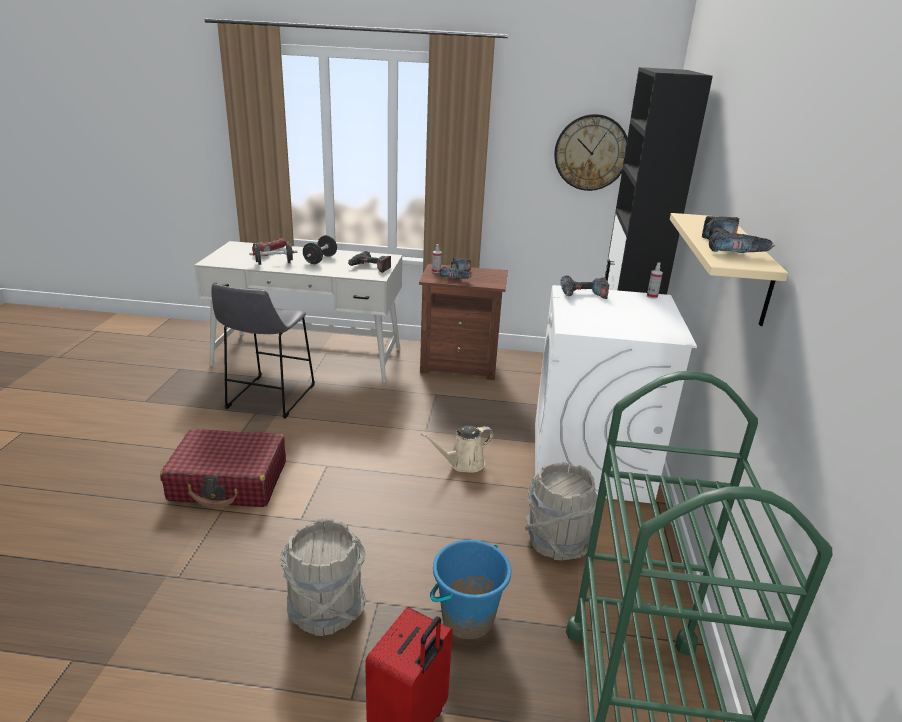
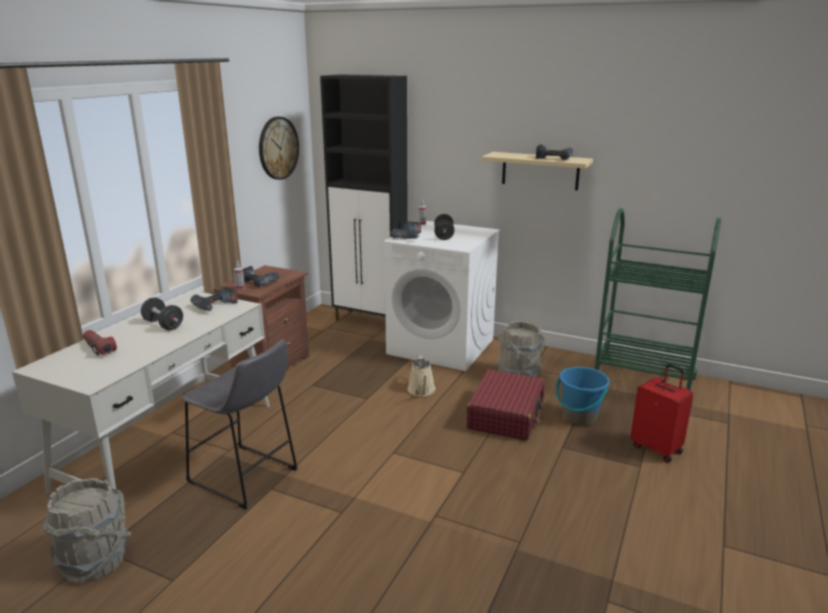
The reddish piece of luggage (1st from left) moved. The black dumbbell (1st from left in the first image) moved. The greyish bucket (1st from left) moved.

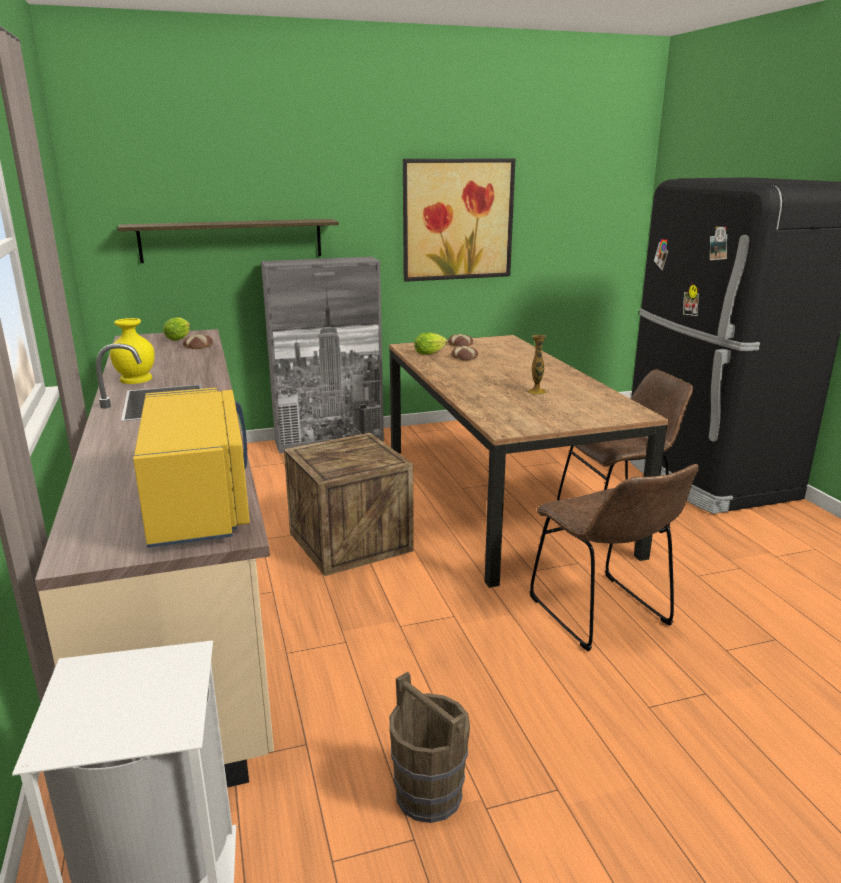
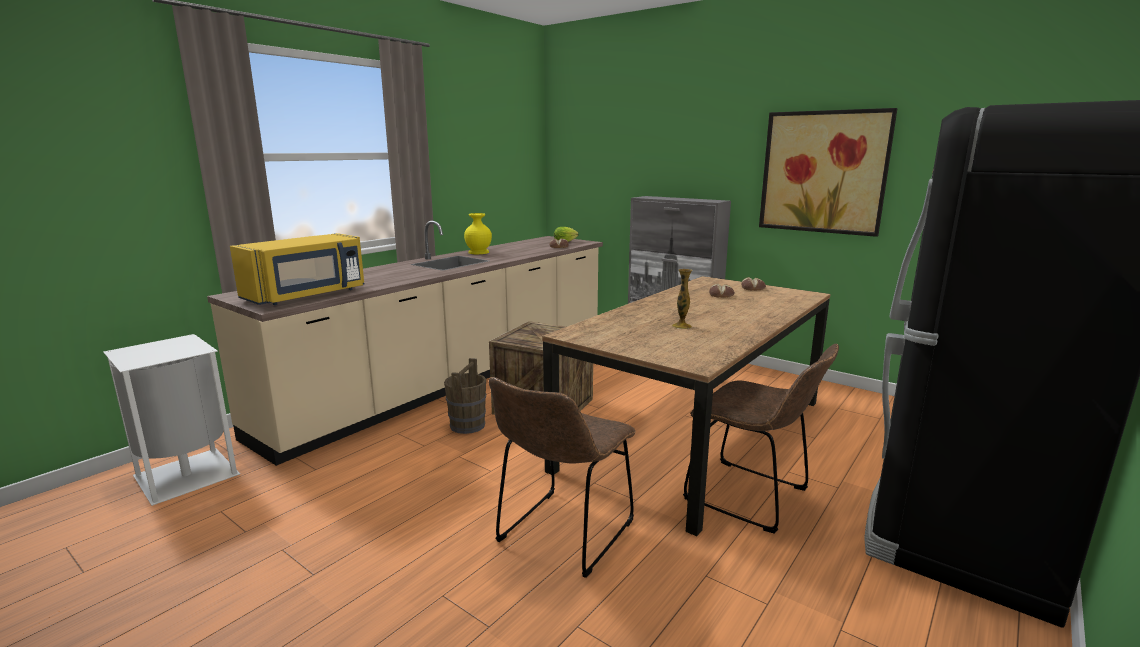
The shelf disappeared. The brown-coloured bucket moved. The lettuce head (2nd from left) disappeared.

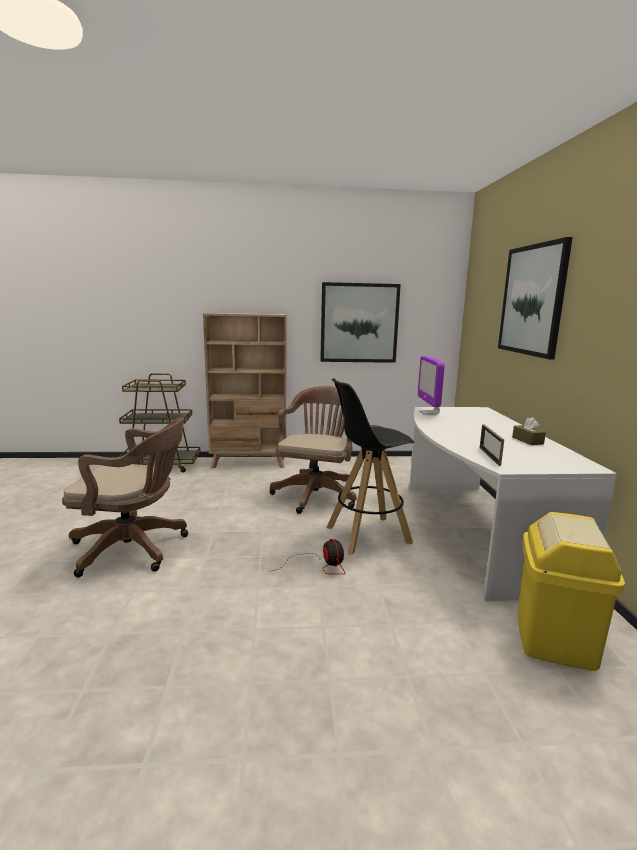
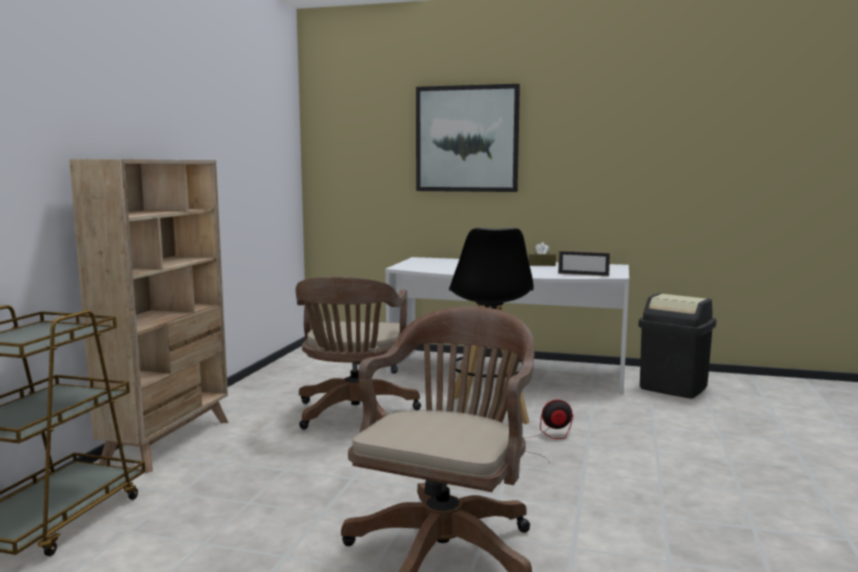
The brown-coloured computer chair (2nd from left in the first image) turned 120 degrees counterclockwise. The wall picture (1st from left) disappeared. The monitor disappeared. The yellowish rubbish bin became the black rubbish bin.

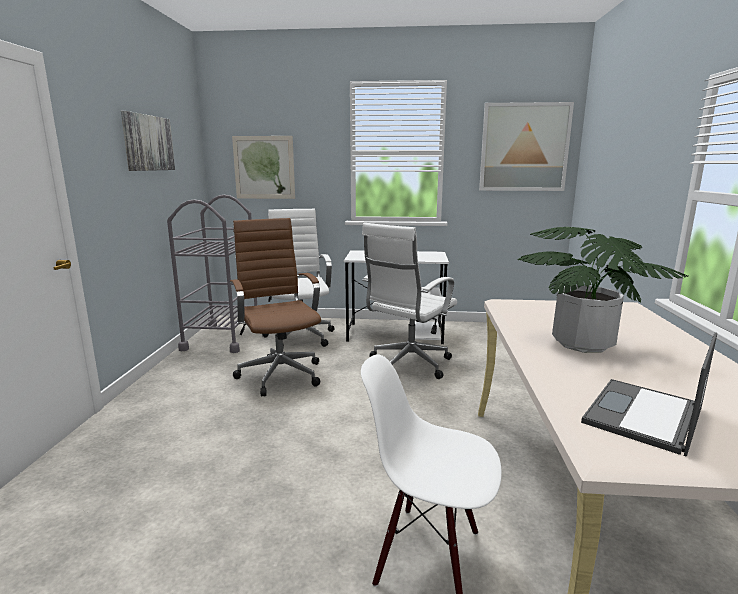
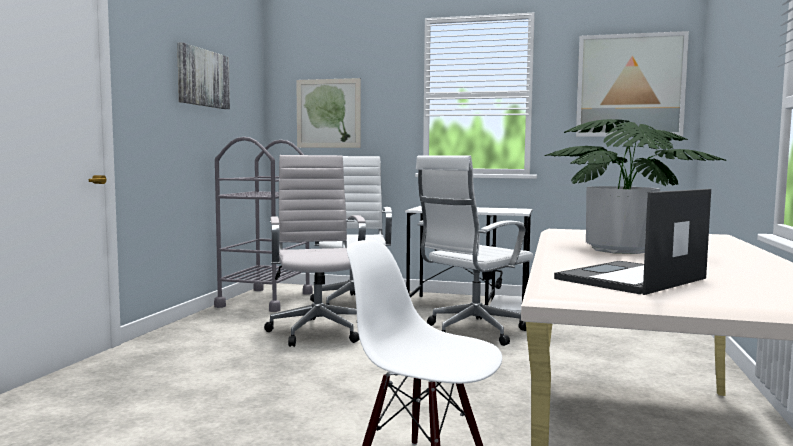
The brown-coloured computer chair became the white computer chair (1st from left).

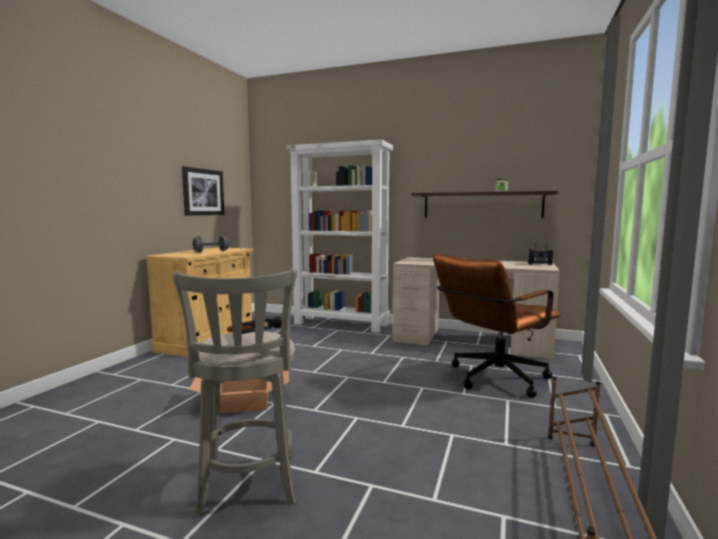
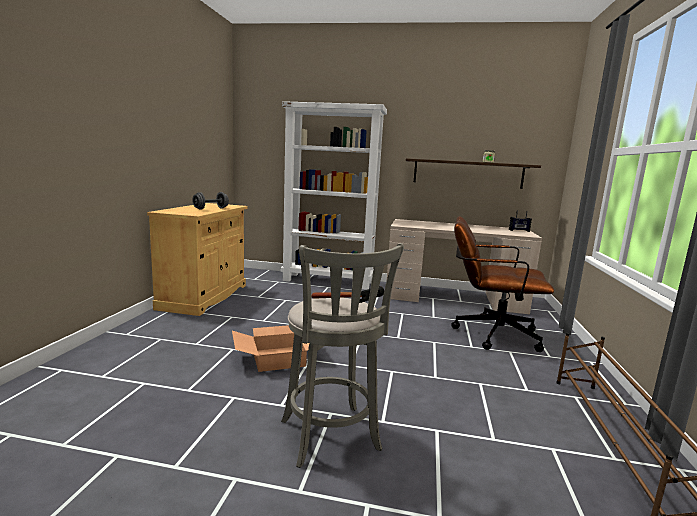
The wall picture disappeared. The brown-coloured computer chair turned 60 degrees clockwise.

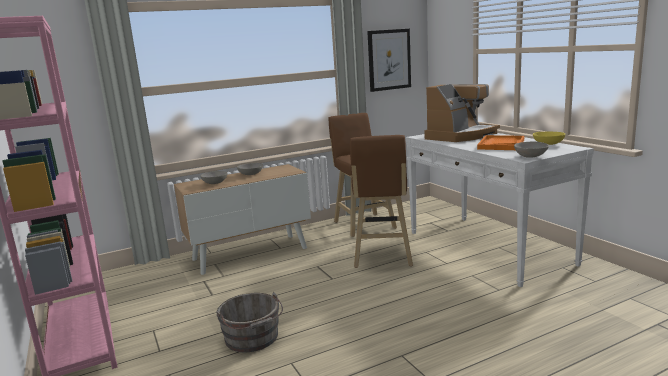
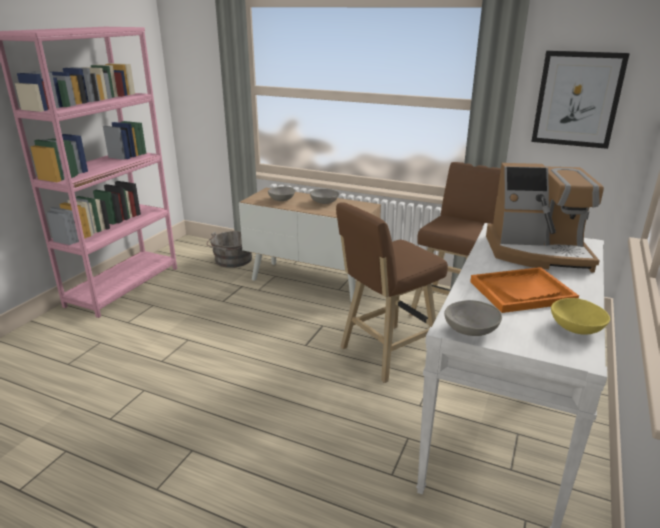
The greyish bucket moved.

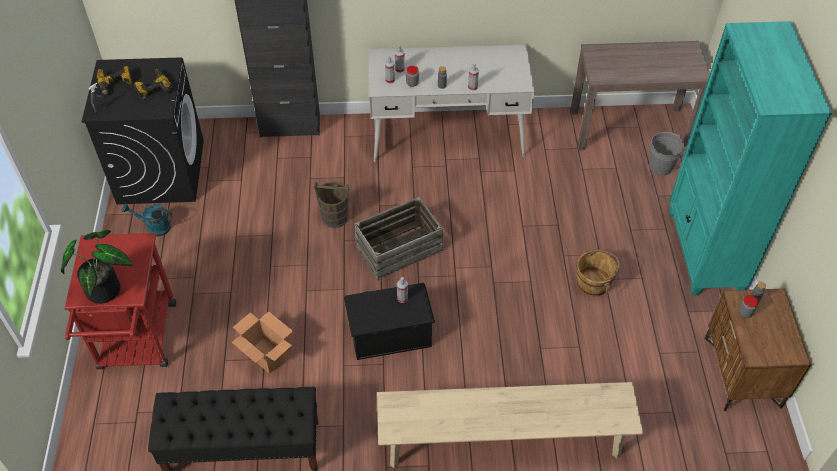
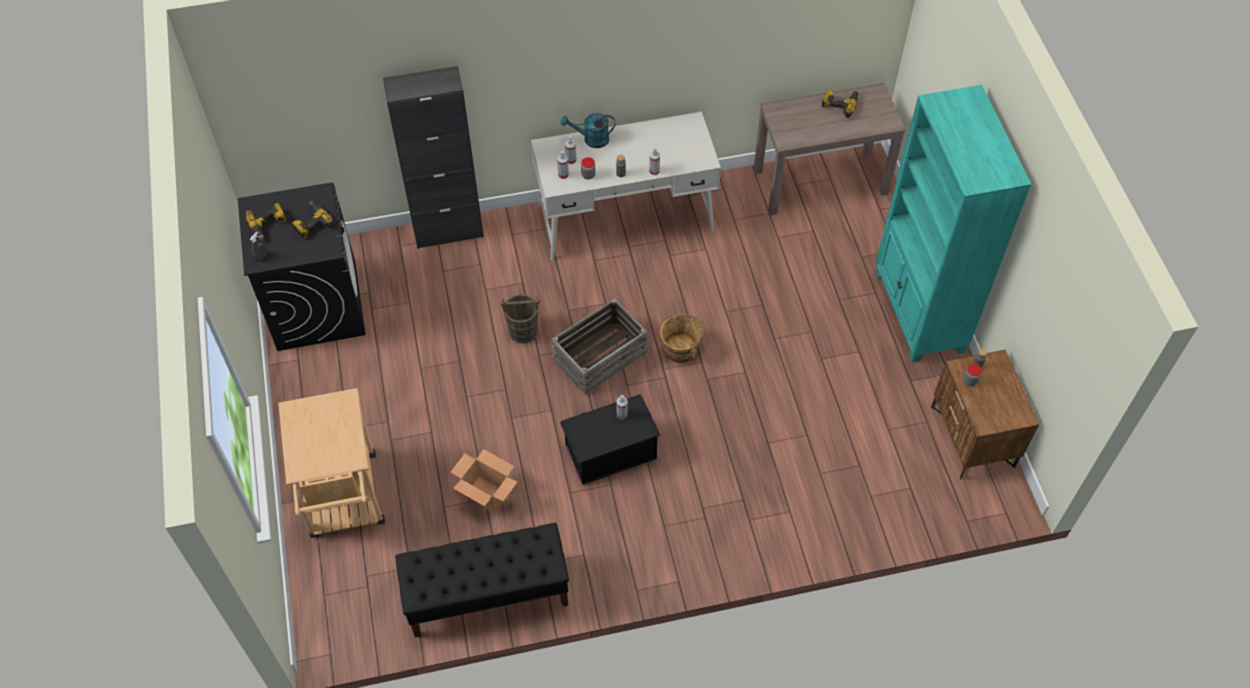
The plant in a pot disappeared. The reddish trolley became the sand-coloured trolley. The turquoise-coloured watering can moved. The sand-coloured long seat disappeared. The brown-coloured bucket (2nd from left) moved. The greyish bucket disappeared. The drill (3rd from left) appeared.

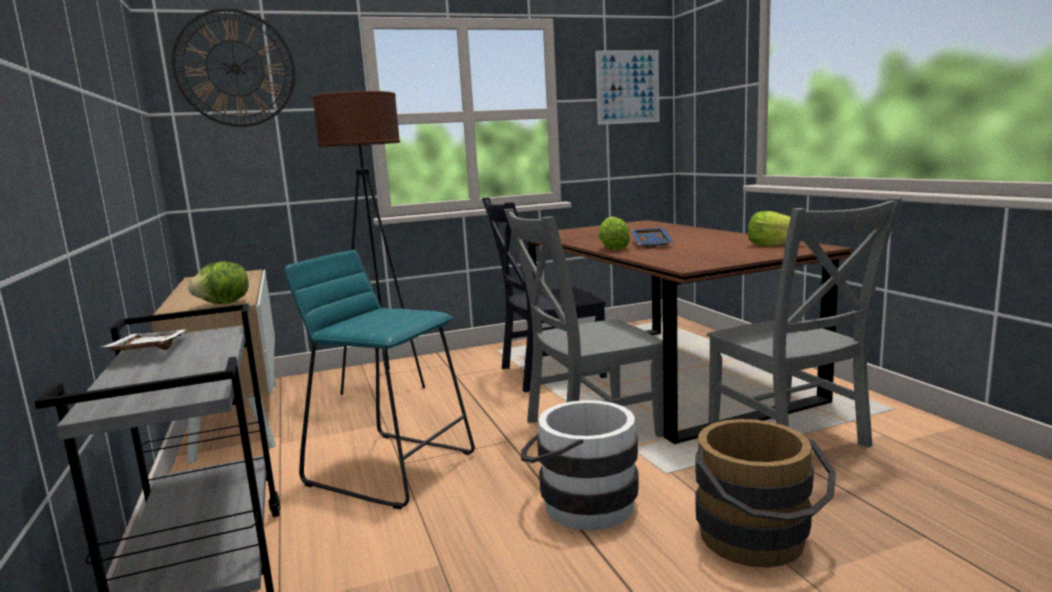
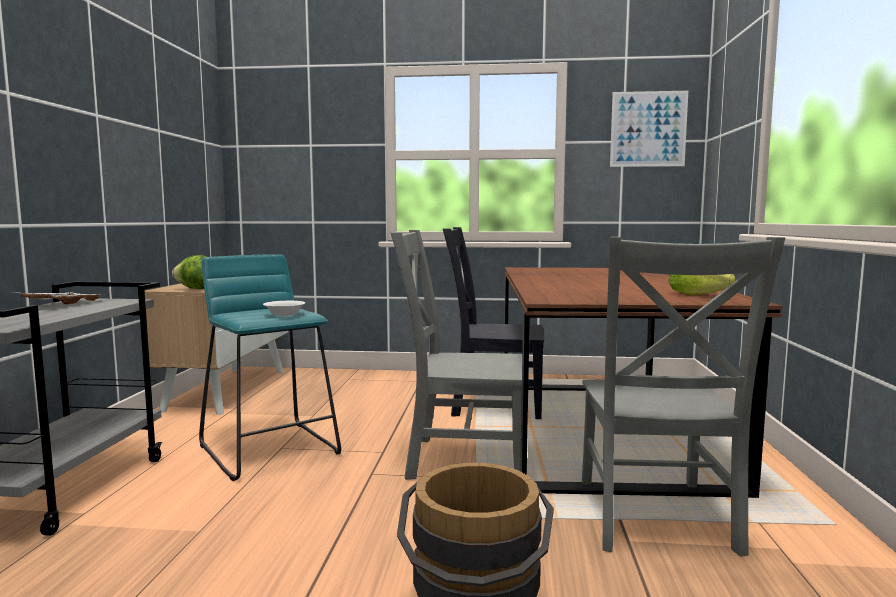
The clock on the wall disappeared. The brown-coloured standing lamp disappeared. The white bucket disappeared. The lettuce head (2nd from left) disappeared. The bluish carrying tray disappeared. The white bowl appeared.

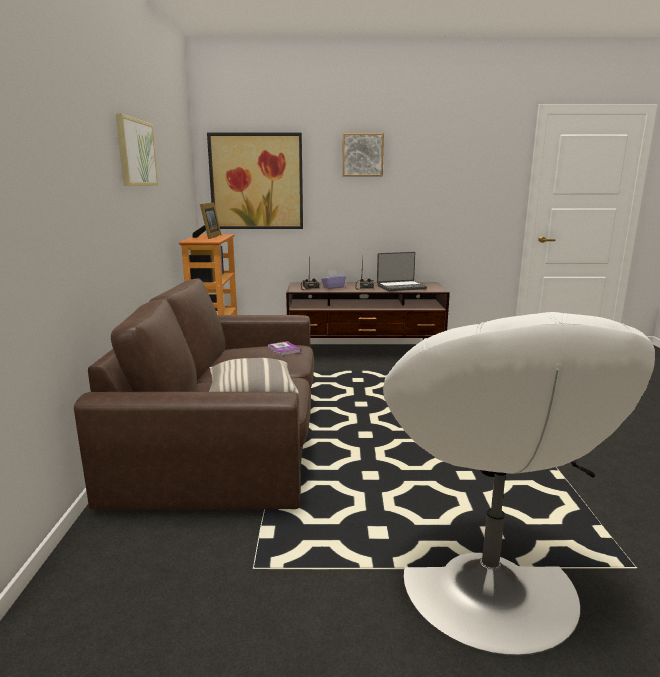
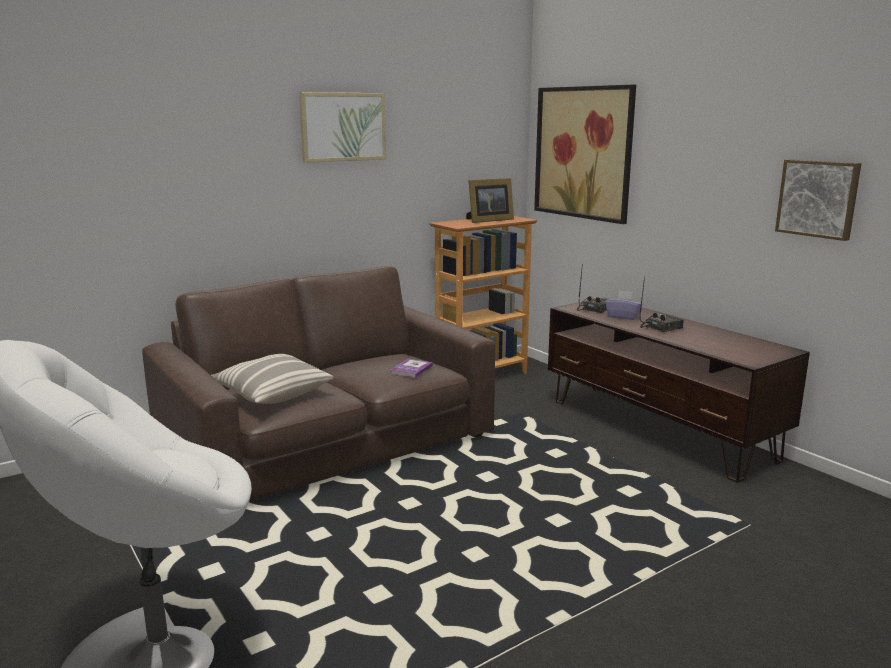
The wall picture (3rd from left) moved. The notebook computer disappeared.

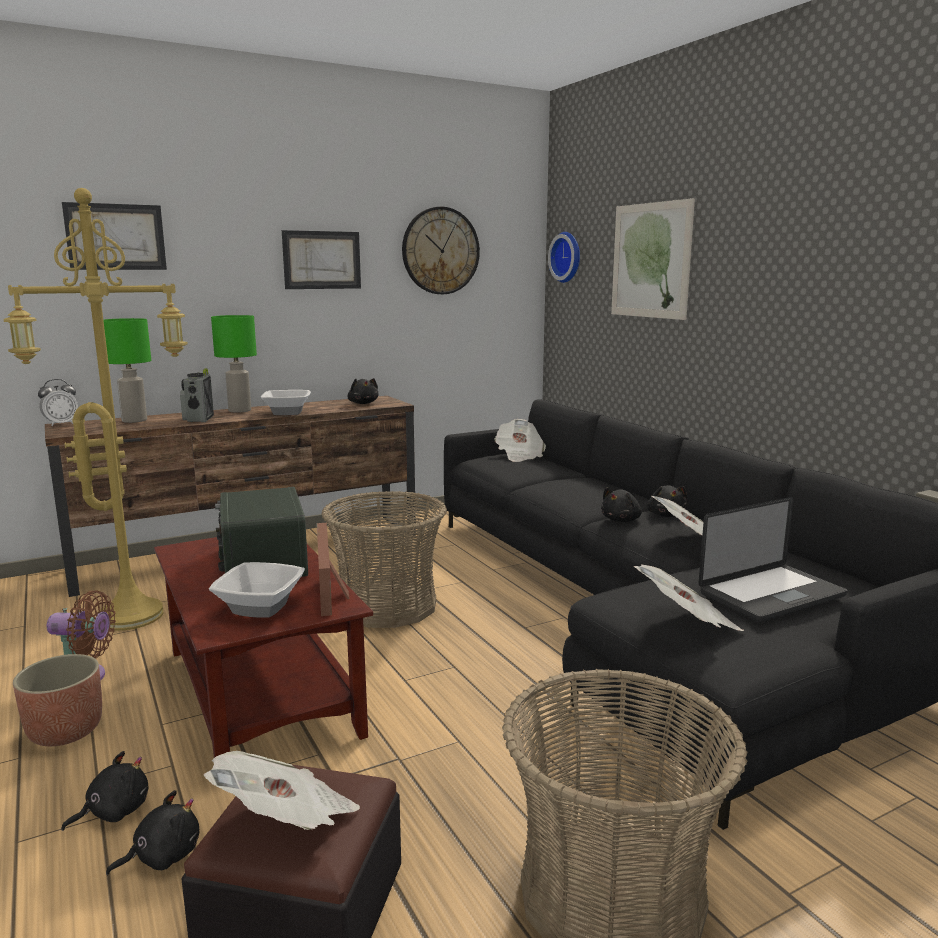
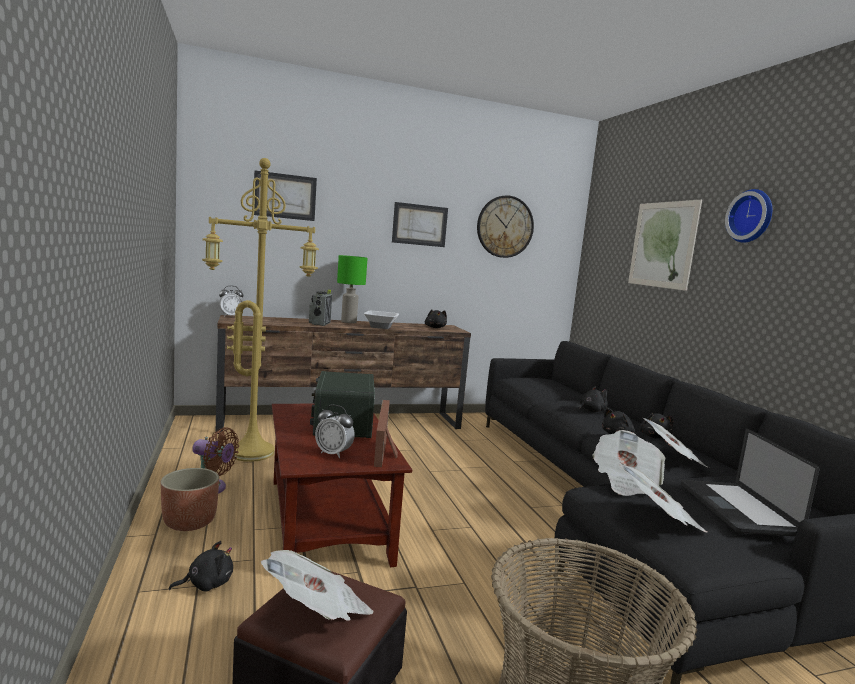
The green tabletop lamp (1st from left) disappeared. The black plush toy (2nd from left in the first image) moved. The bowl (1st from left) was replaced by the alarm clock (2nd from left). The basket (1st from left) disappeared. The printed paper (2nd from left) moved. The clock on the wall (2nd from left) moved. The notebook computer turned 105 degrees clockwise.

